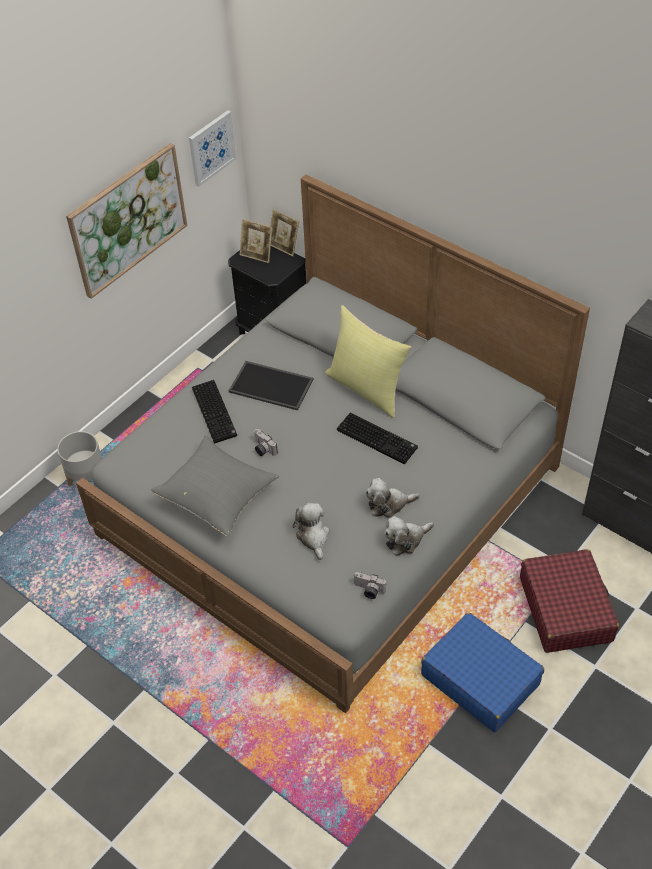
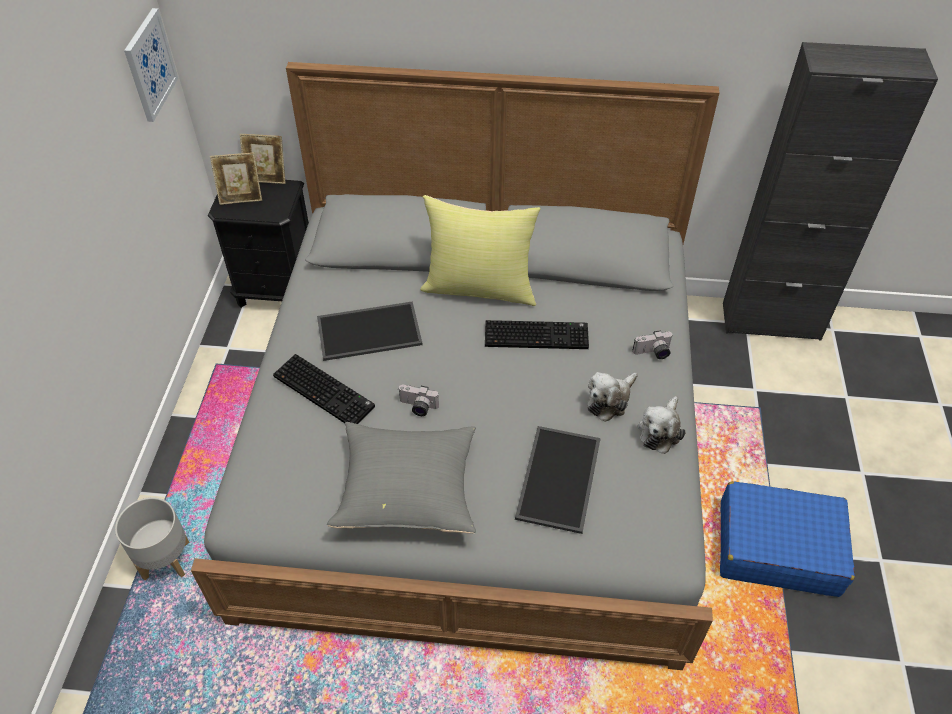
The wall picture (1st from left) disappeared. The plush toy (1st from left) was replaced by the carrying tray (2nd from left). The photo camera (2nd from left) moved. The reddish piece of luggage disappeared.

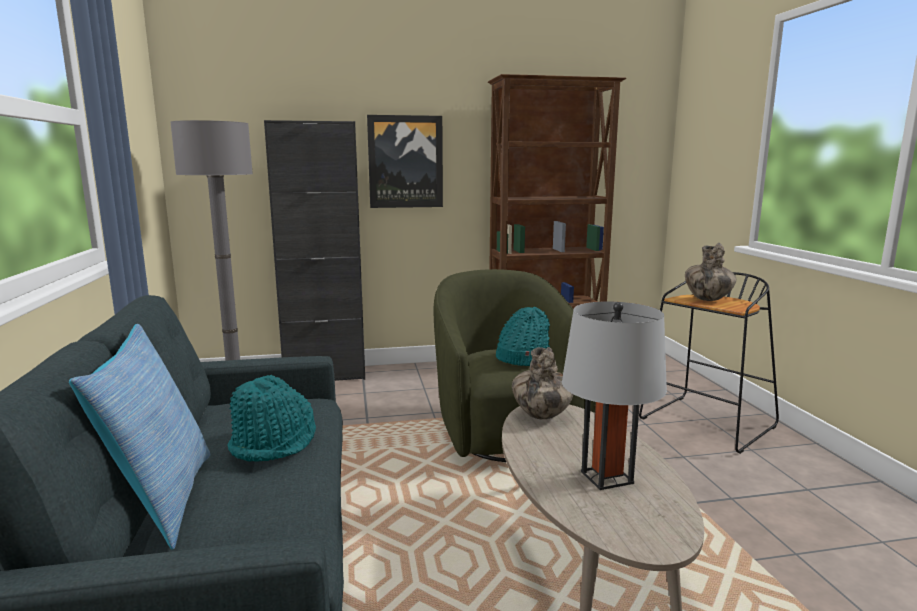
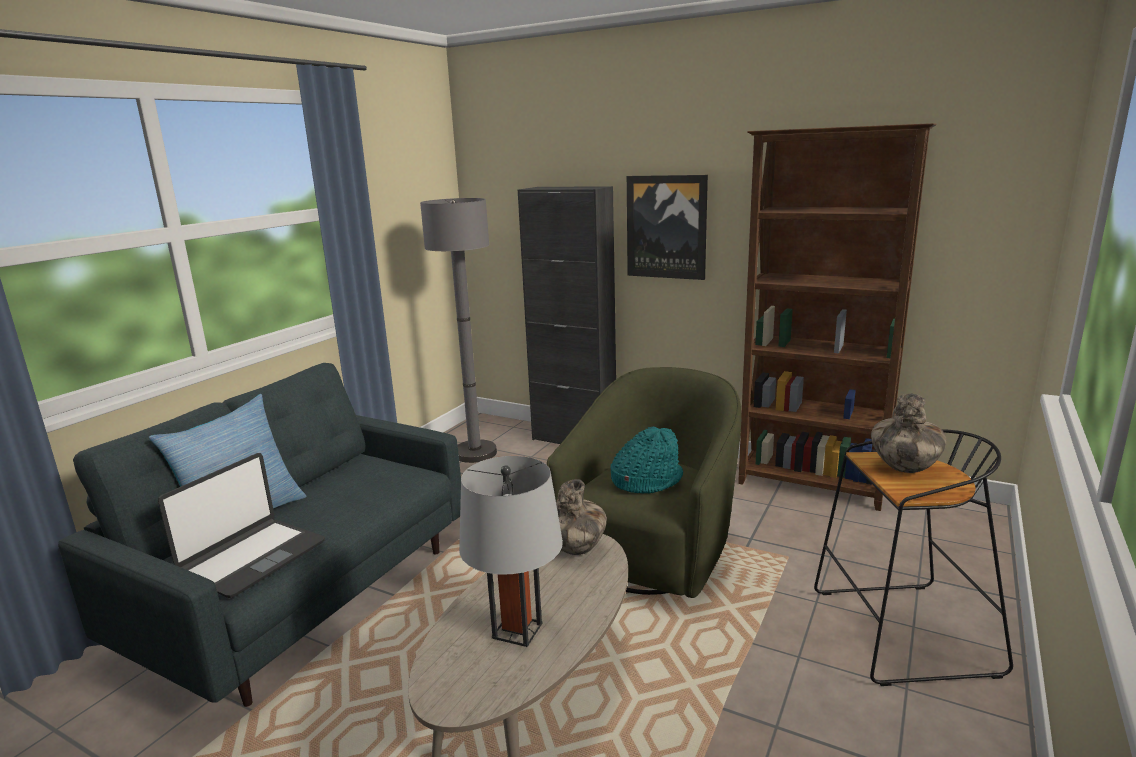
The turquoise-coloured hat (1st from left) disappeared. The notebook computer appeared.

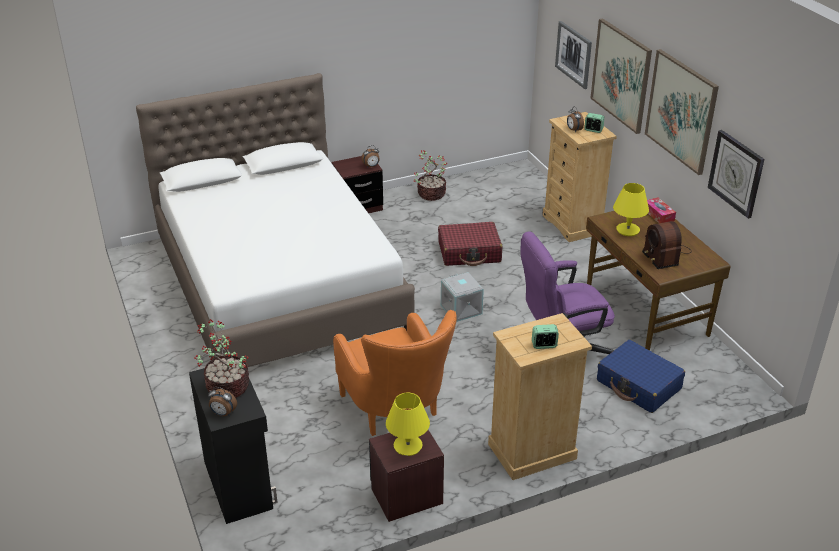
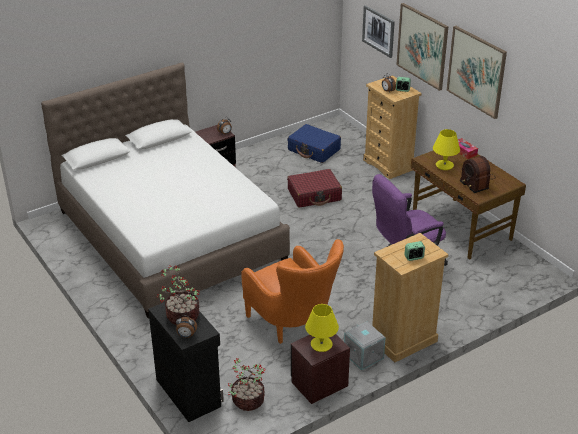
The plant in a pot (2nd from left) moved. The greyish storage bin moved. The bluish piece of luggage moved. The clock on the wall disappeared.

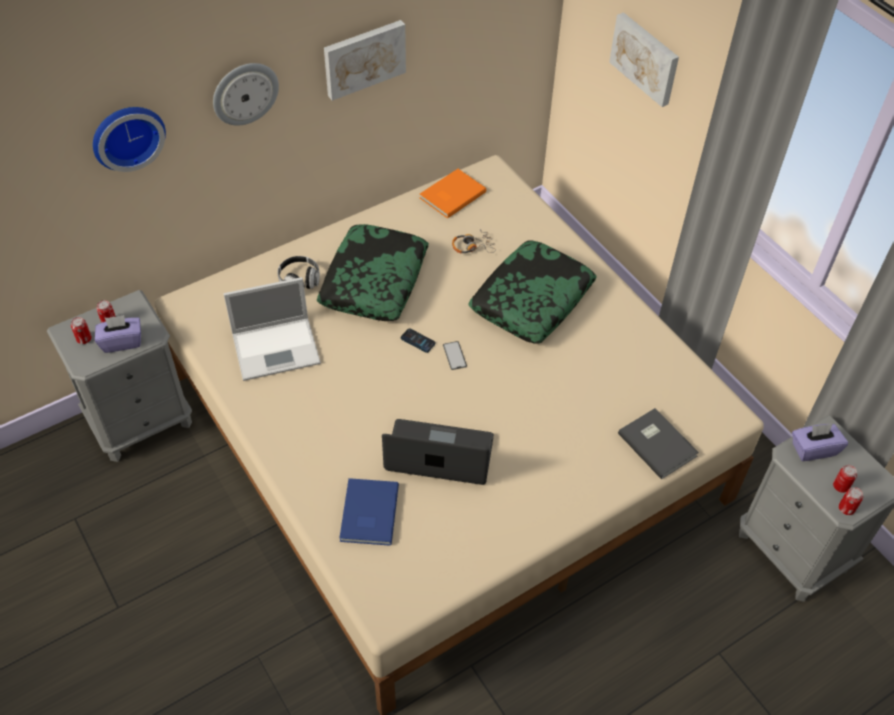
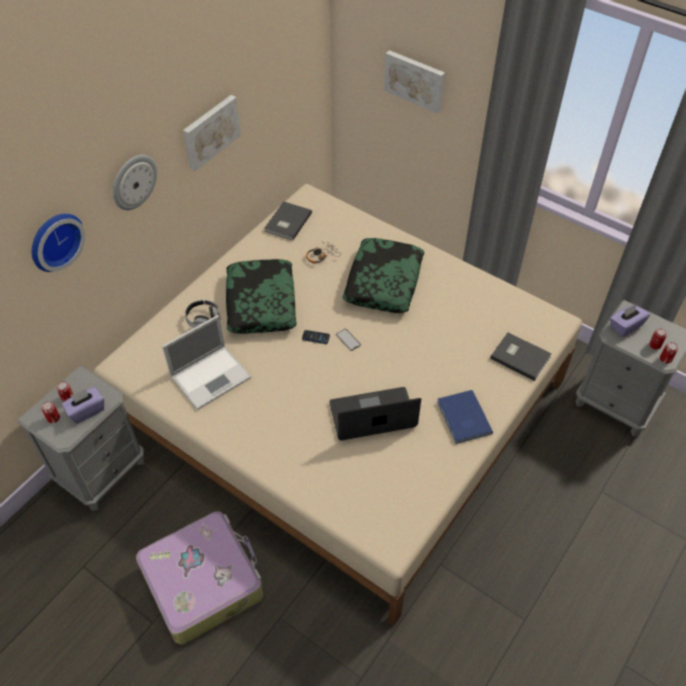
The bluish bound book moved. The orangey bound book became the greyish bound book (1st from left). The piece of luggage appeared.

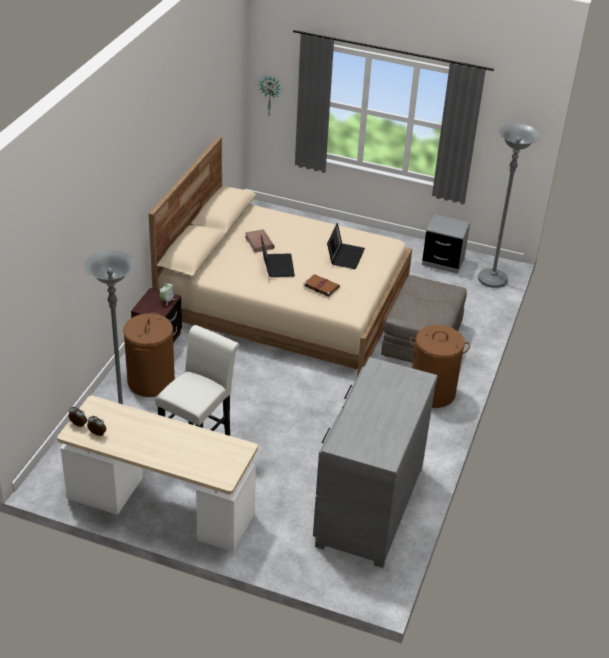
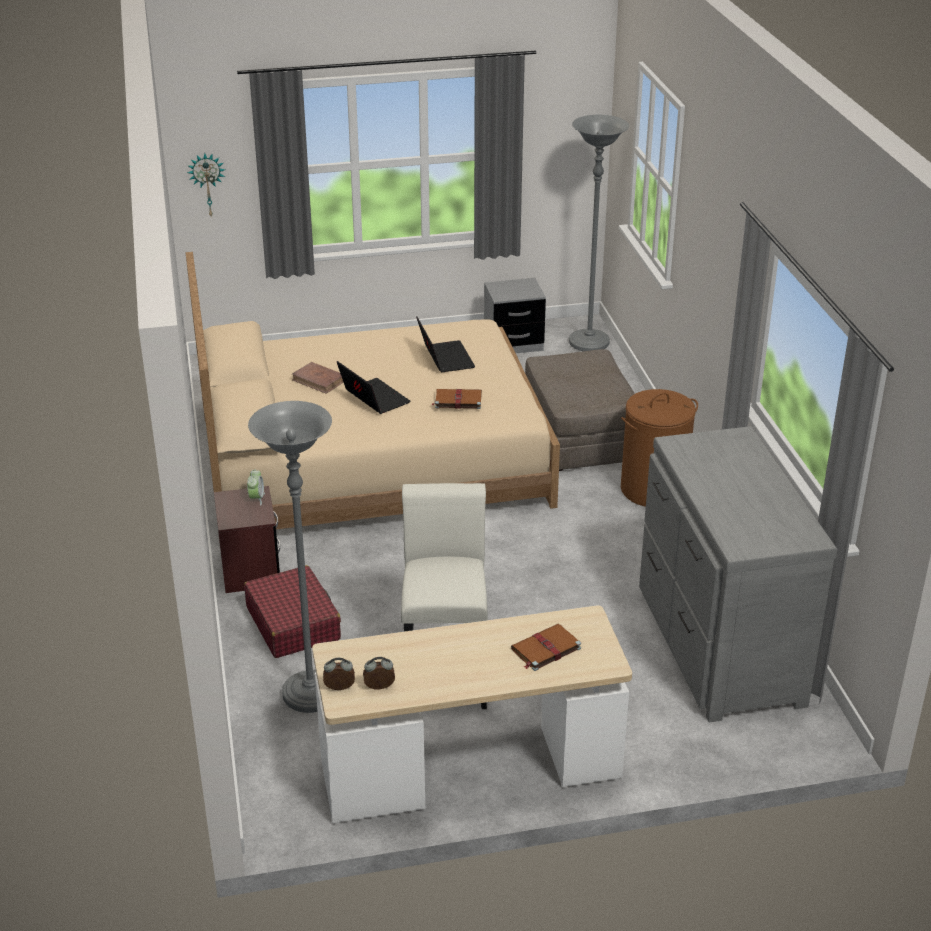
The brown-coloured hamper (1st from left) was replaced by the reddish piece of luggage. The brown-coloured bound book (3rd from left) appeared.

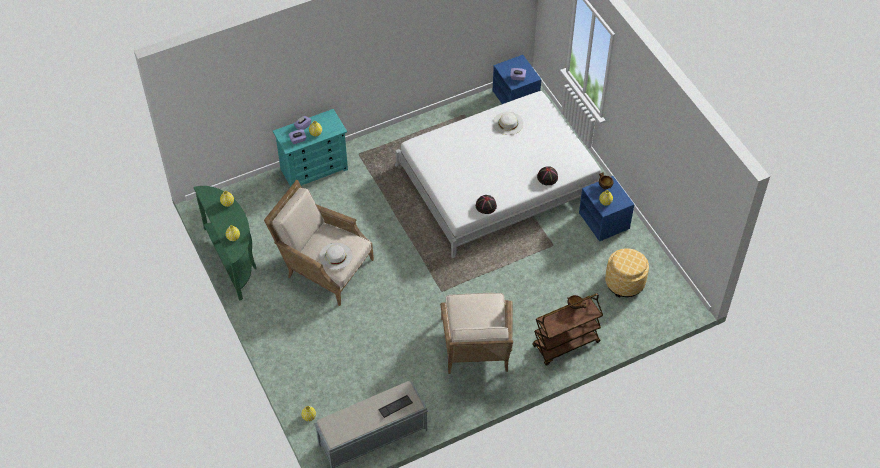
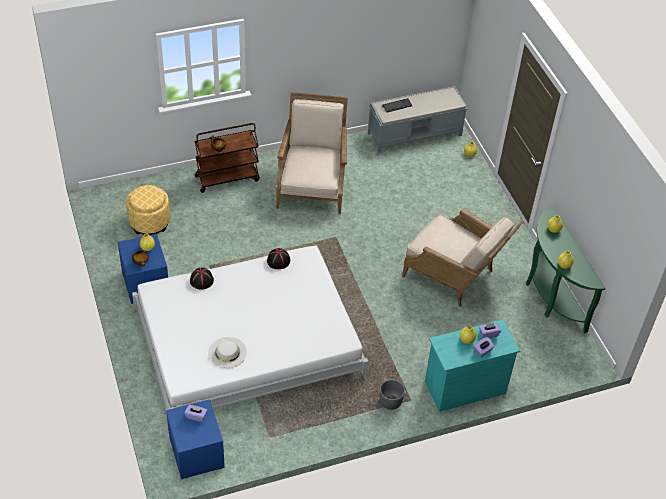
The white hat (1st from left) disappeared. The greyish plant pot appeared.

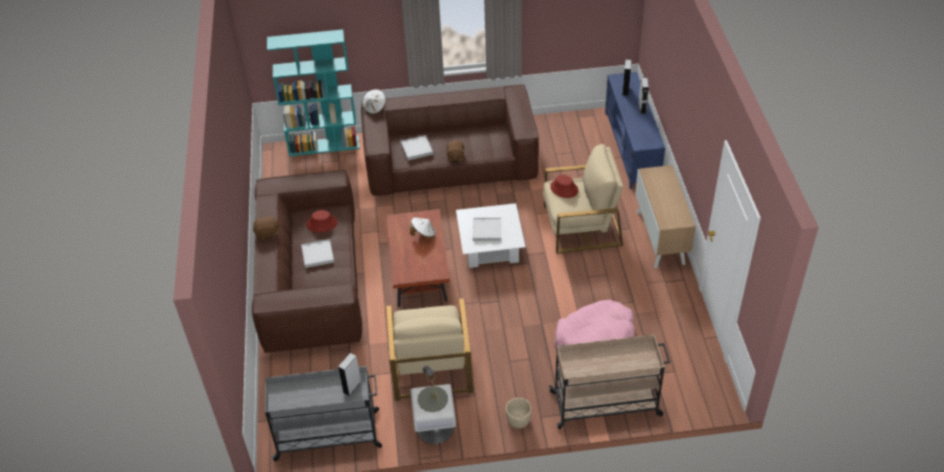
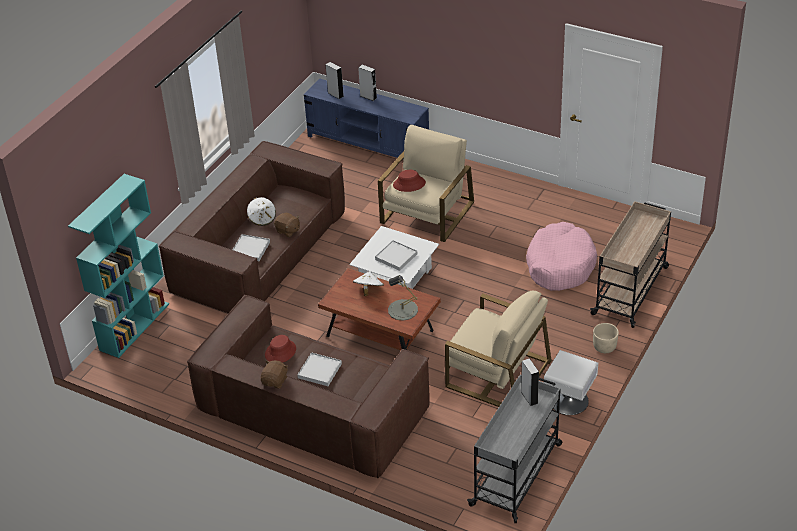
The white hat (1st from left) moved. The greyish tabletop lamp moved. The cabinet disappeared.

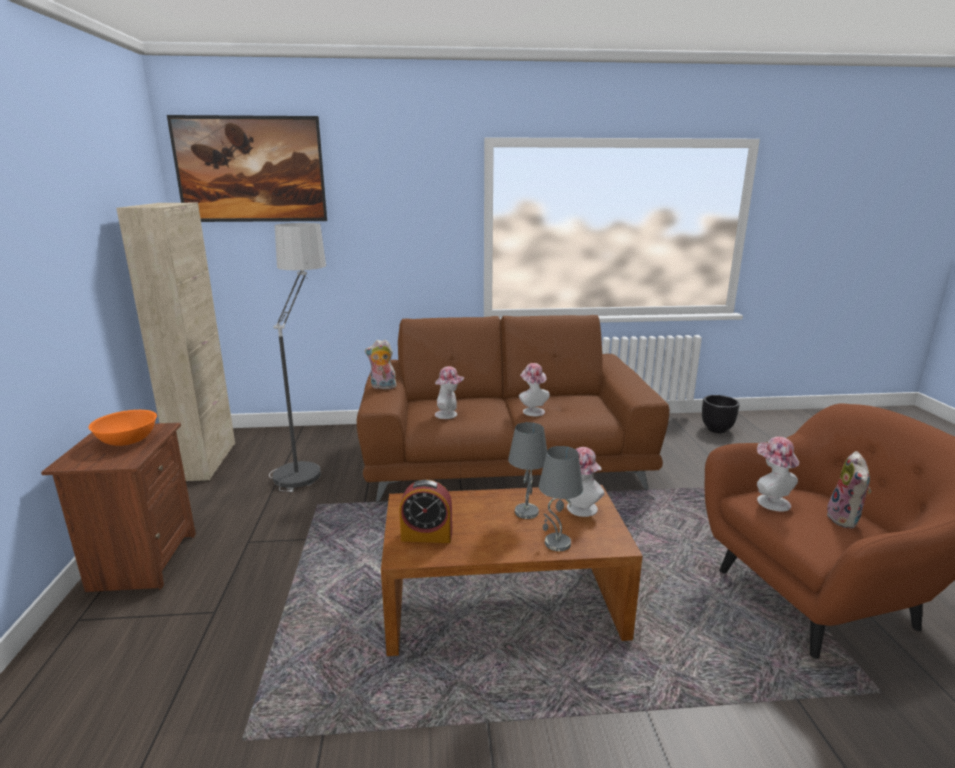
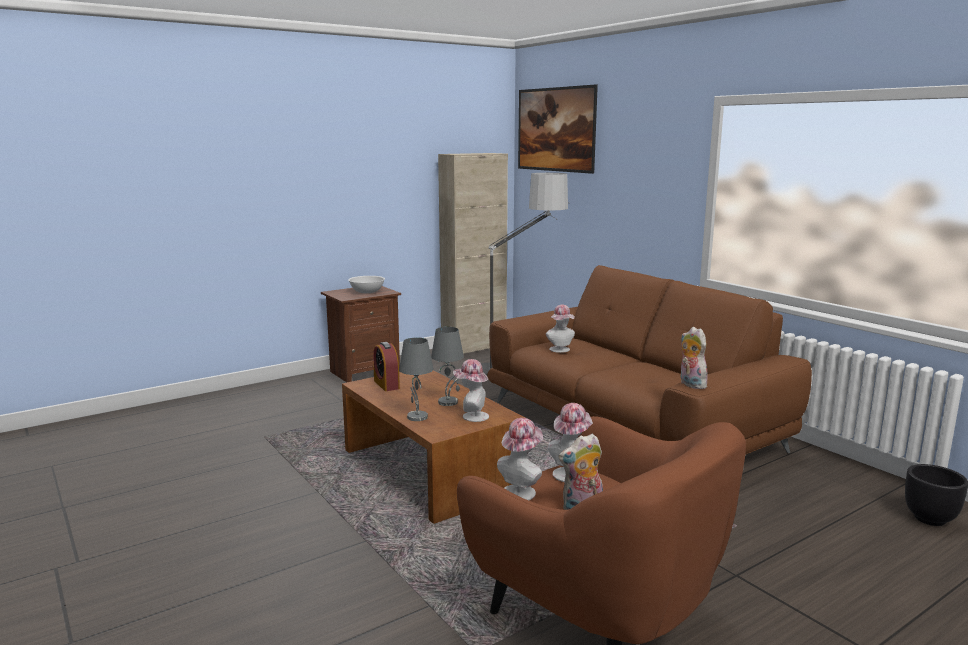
The orangey bowl became the white bowl. The plush toy (1st from left in the first image) moved. The hat (2nd from left) moved.

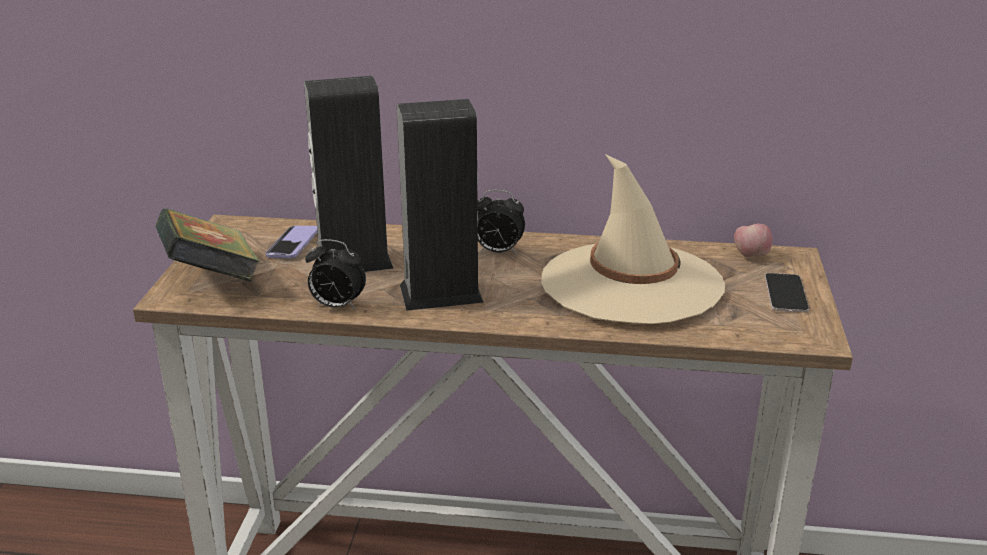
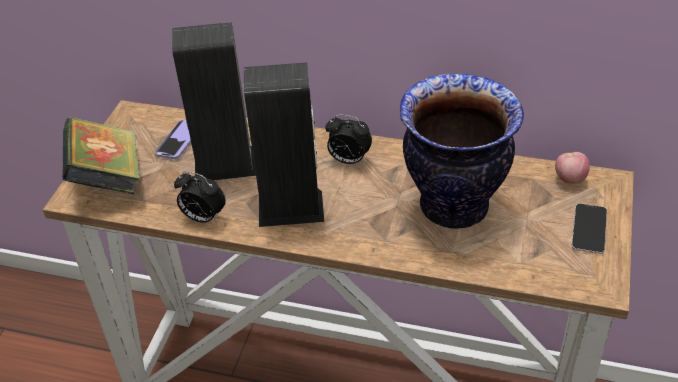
The sand-coloured hat was replaced by the flower vase.

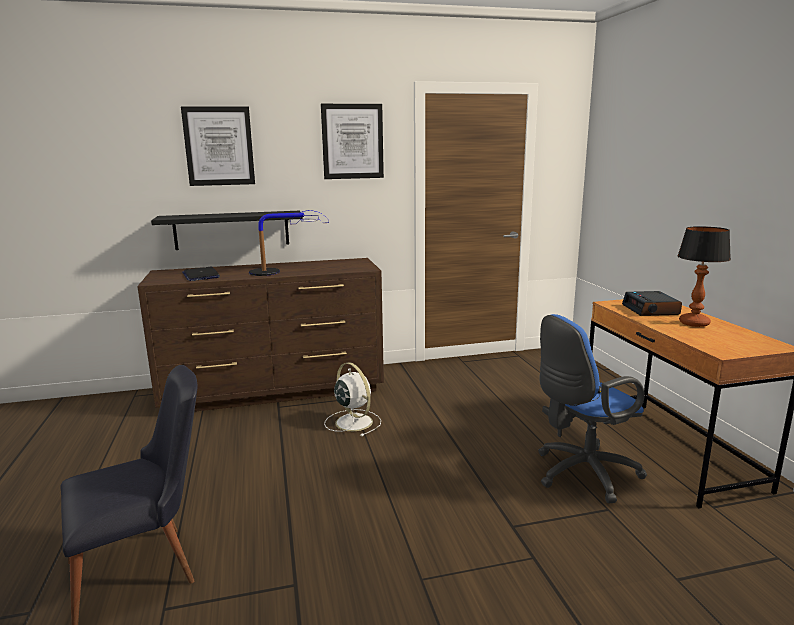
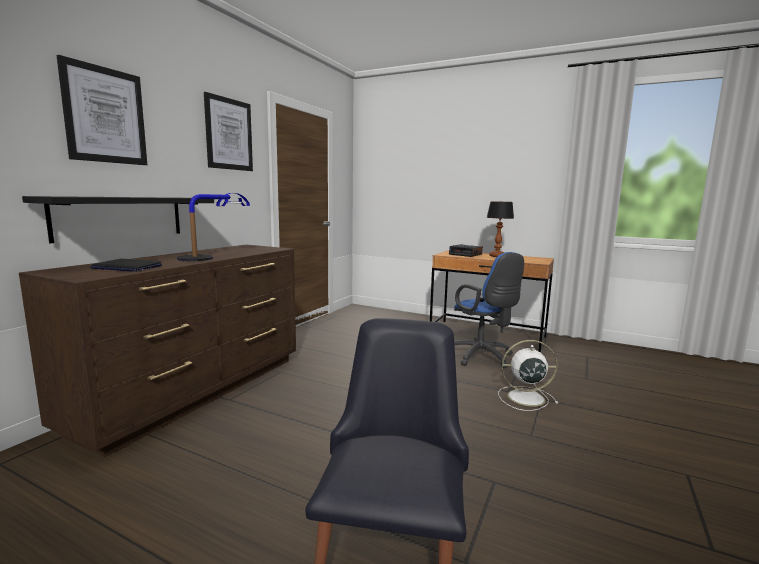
The white electric fan moved. The bluish computer chair turned 45 degrees counterclockwise.

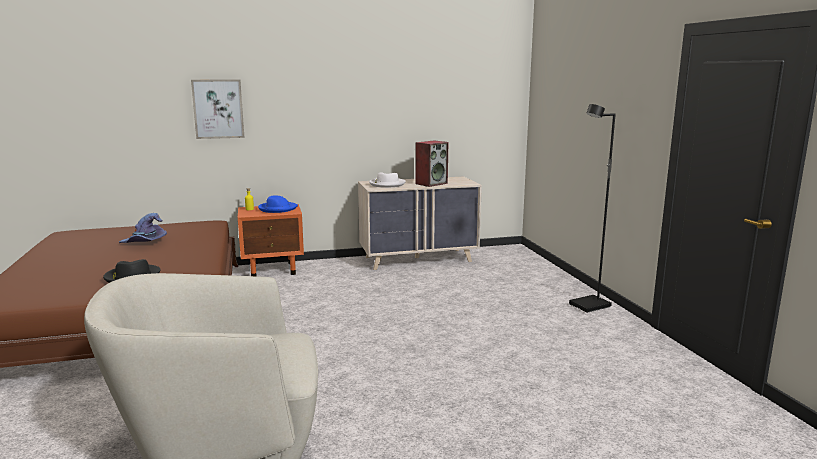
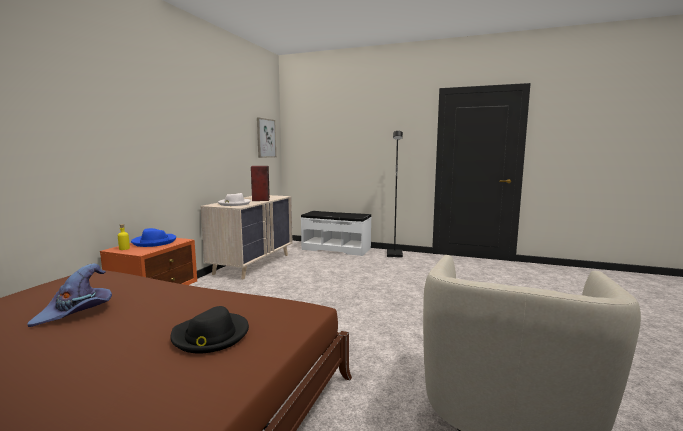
The wall picture moved. The white long seat appeared.

